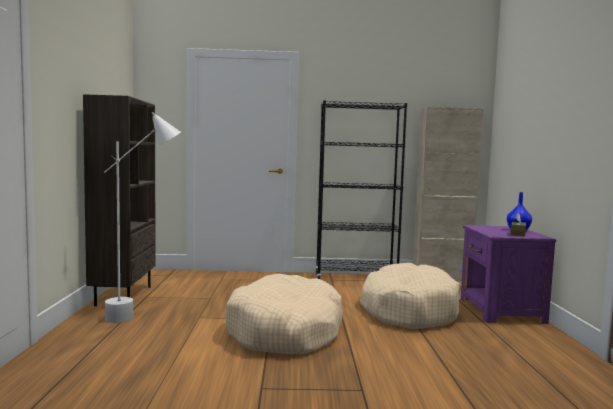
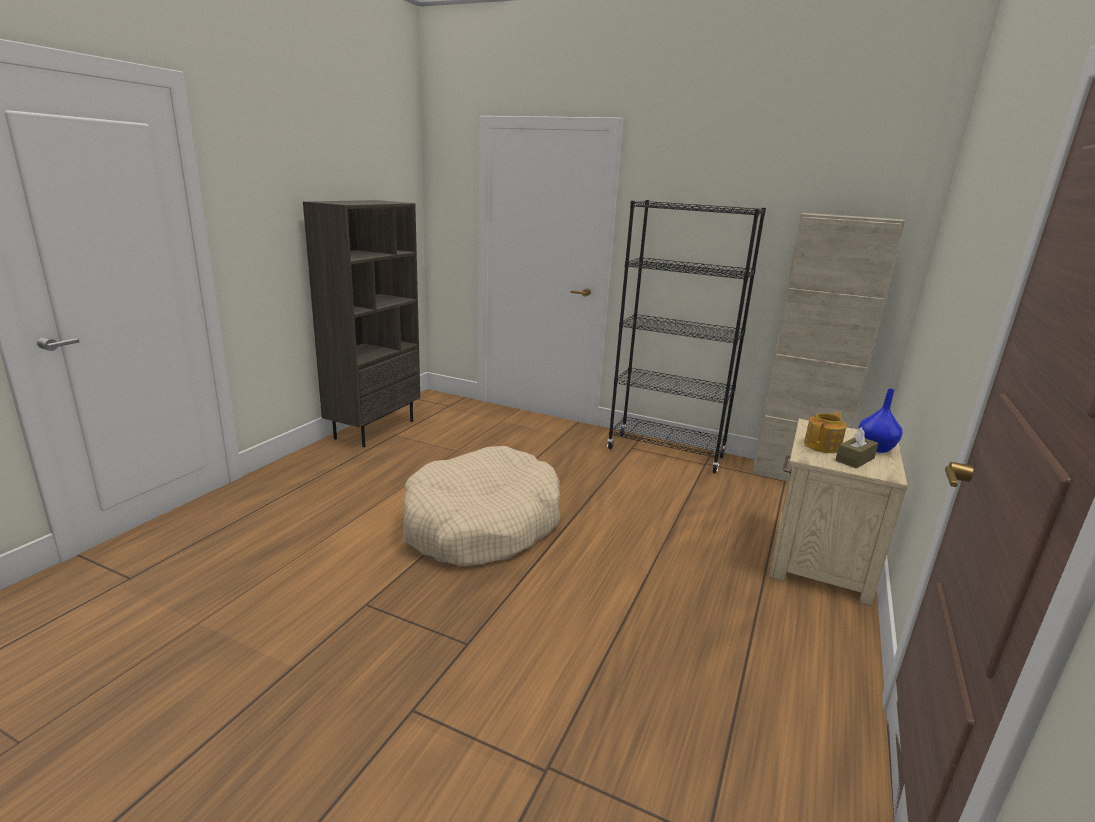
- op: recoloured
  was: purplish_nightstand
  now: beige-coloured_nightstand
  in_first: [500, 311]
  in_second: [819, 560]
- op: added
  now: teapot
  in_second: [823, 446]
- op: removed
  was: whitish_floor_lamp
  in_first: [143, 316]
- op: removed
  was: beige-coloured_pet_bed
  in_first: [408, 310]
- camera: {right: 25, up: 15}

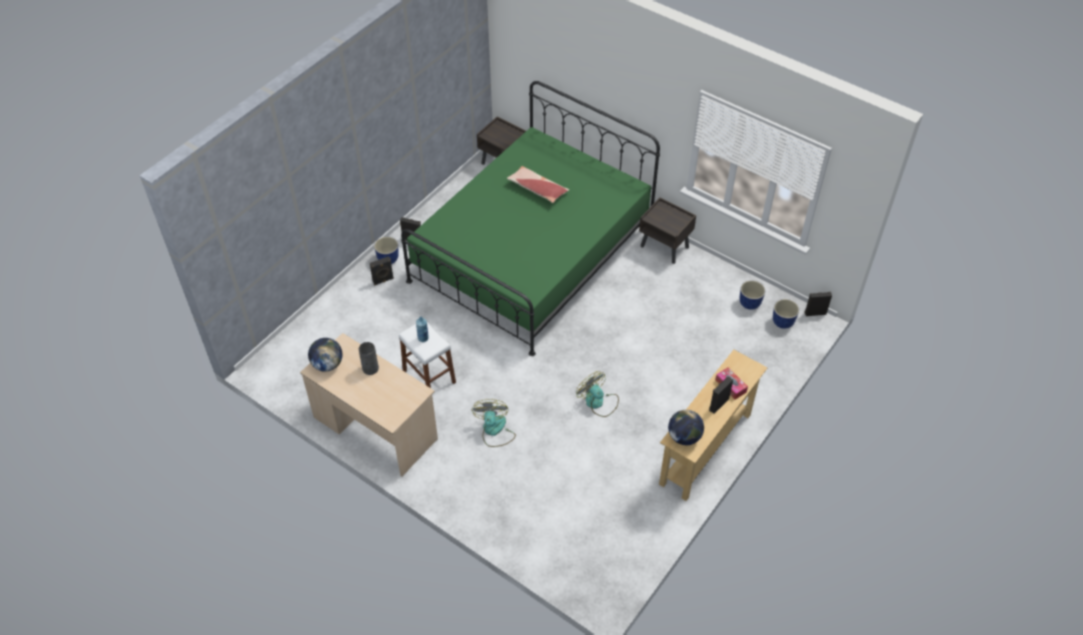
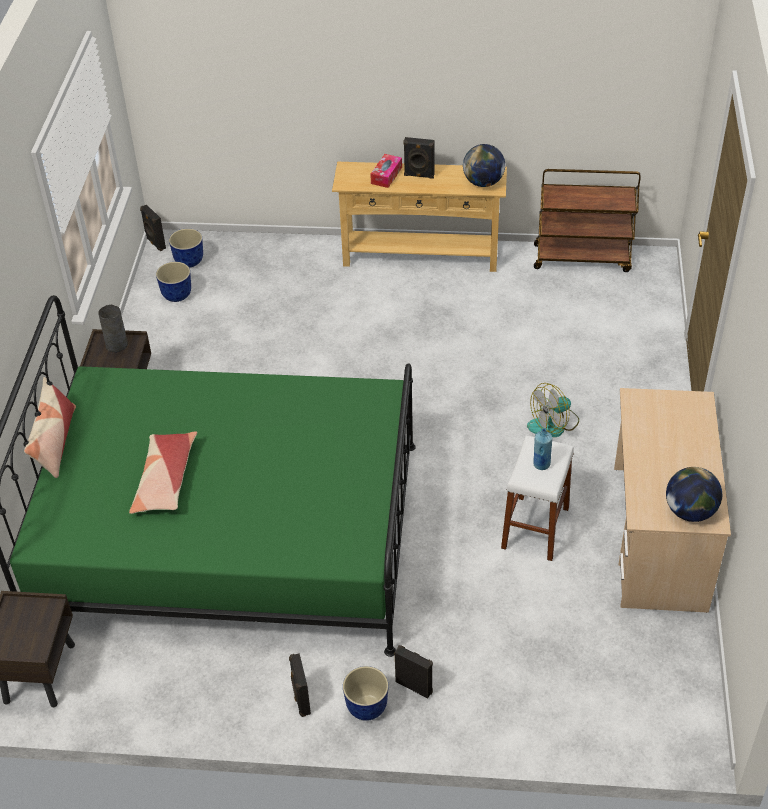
- op: added
  now: throw_pillow
  in_second: [55, 442]
- op: moved
  was: greyish_flower_vase
  in_first: [370, 368]
  in_second: [117, 345]
- op: added
  now: brown_wheeled_cart
  in_second: [582, 258]
- op: removed
  was: electric_fan
  in_first: [598, 402]
- camera: {right: -120, up: -5}

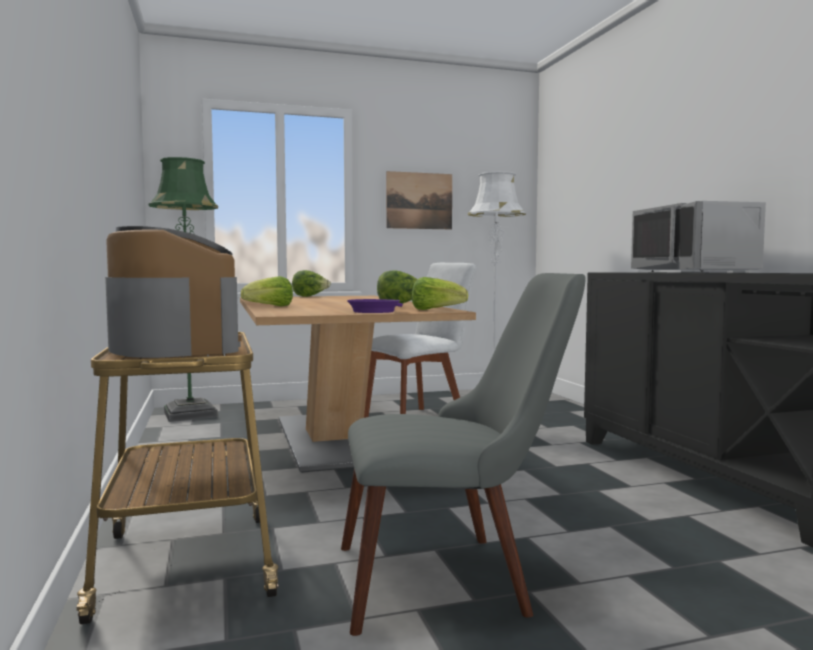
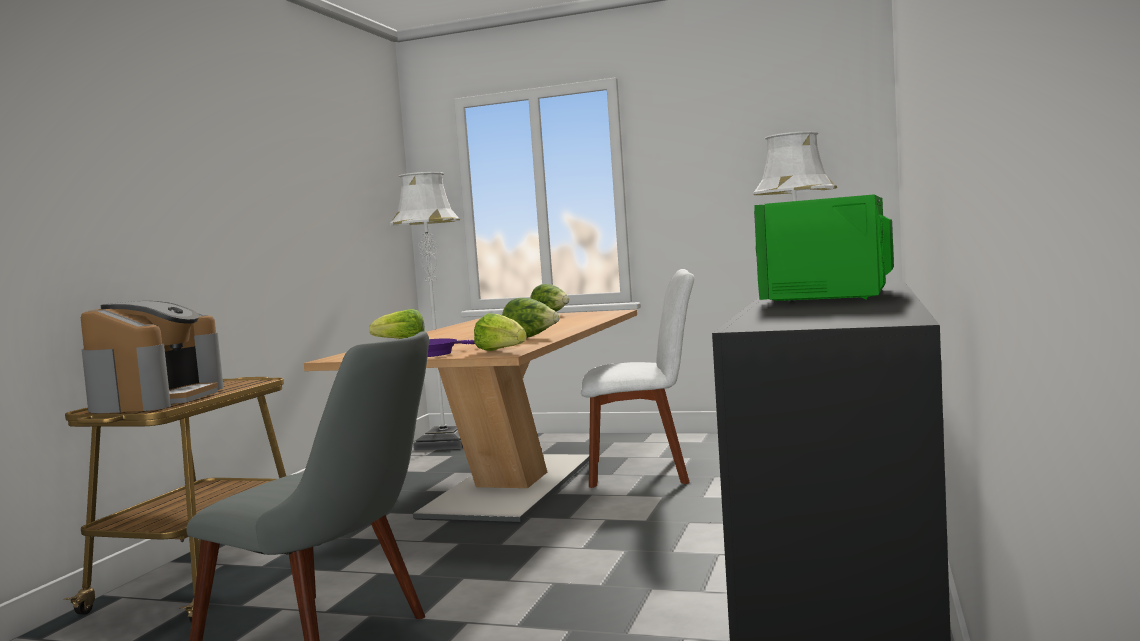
- op: recoloured
  was: green-coloured_floor_lamp
  now: whitish_floor_lamp
  in_first: [190, 414]
  in_second: [444, 443]
- op: recoloured
  was: greyish_microwave
  now: green-coloured_microwave
  in_first: [694, 272]
  in_second: [830, 296]
- op: removed
  was: picture
  in_first: [419, 201]
- camera: {right: 35, up: 0}

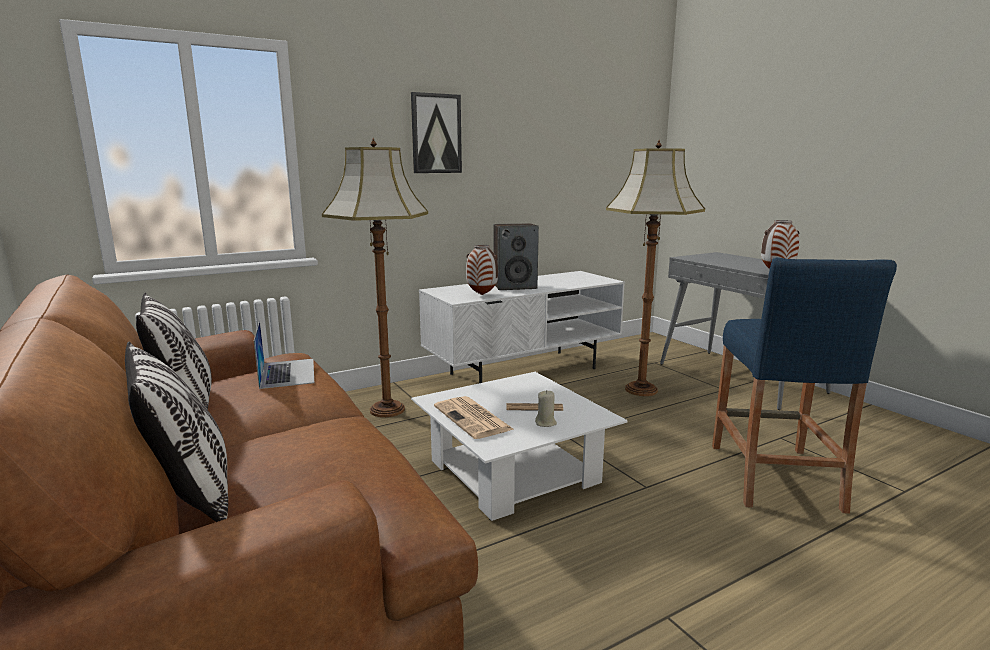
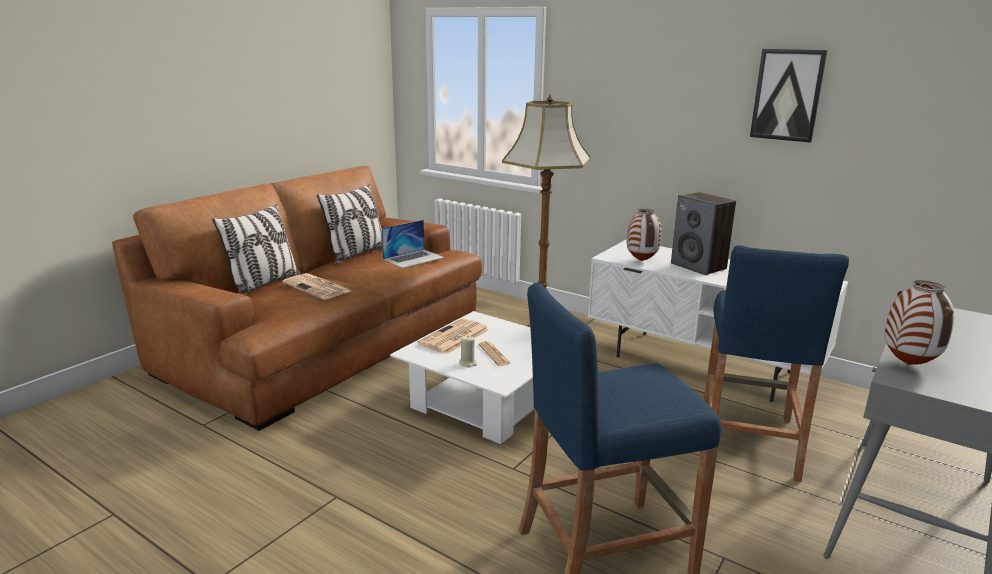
- op: added
  now: printed_paper
  in_second: [318, 287]
- op: replaced
  was: floor_lamp
  now: bluish_sitting_stool
  in_first: [642, 390]
  in_second: [747, 441]
- op: moved
  was: picture
  in_first: [436, 134]
  in_second: [787, 95]
- camera: {right: 65, up: 5}

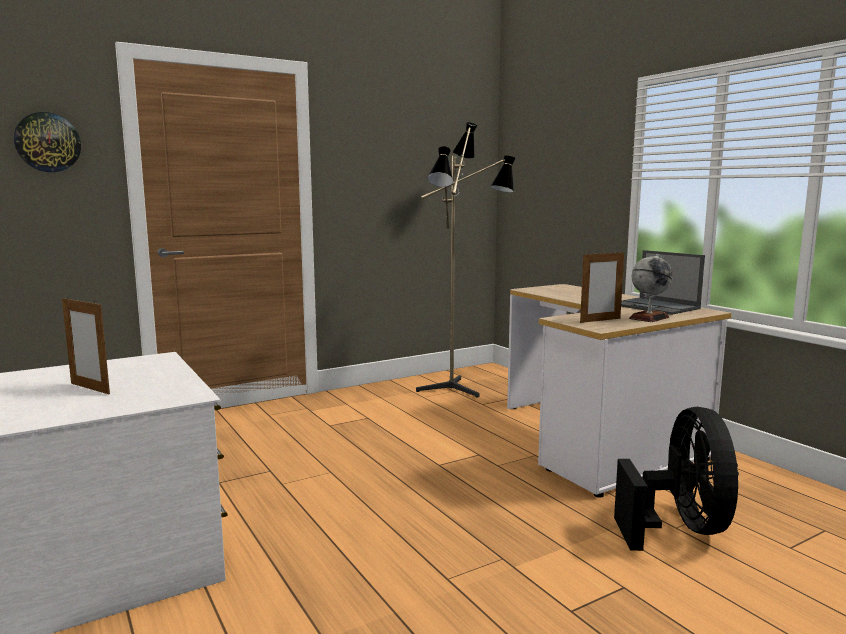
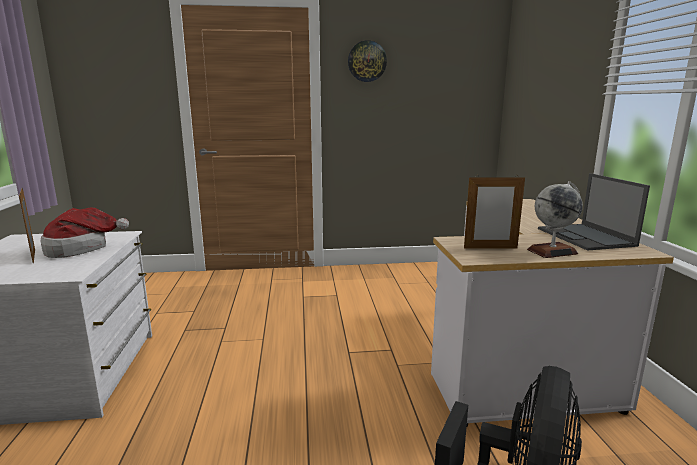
- op: added
  now: wearable_hat
  in_second: [81, 248]
- op: moved
  was: clock_on_the_wall
  in_first: [48, 142]
  in_second: [367, 61]
- op: removed
  was: floor_lamp
  in_first: [459, 389]
- camera: {right: 25, up: 5}

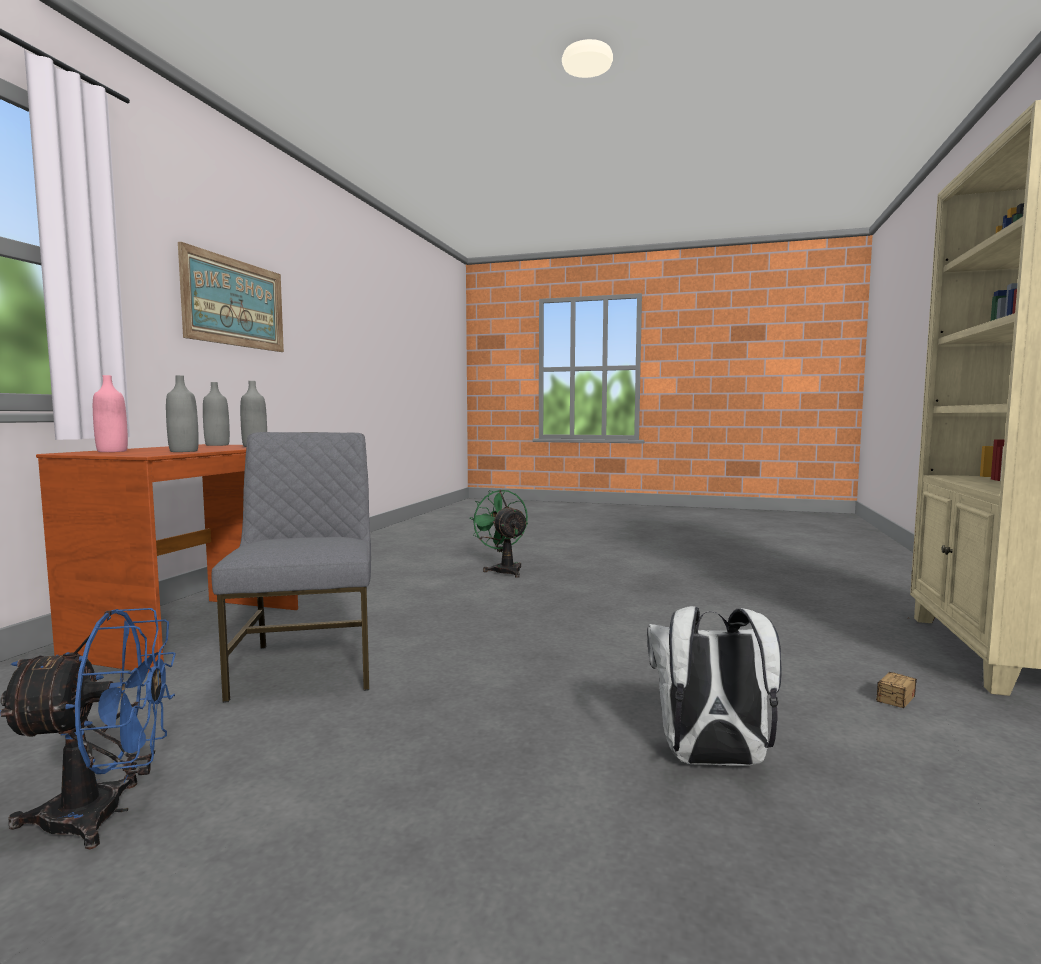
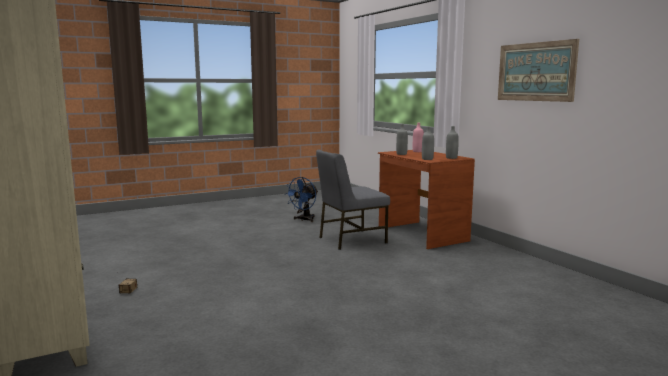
- op: turned
  was: greyish_upright_chair
  in_first: [308, 665]
  in_second: [351, 240]
  clockwise: 120
- op: removed
  was: green-coloured_electric_fan
  in_first: [503, 570]
- op: removed
  was: whitish_rucksack
  in_first: [711, 761]
- camera: {right: 135, up: 5}

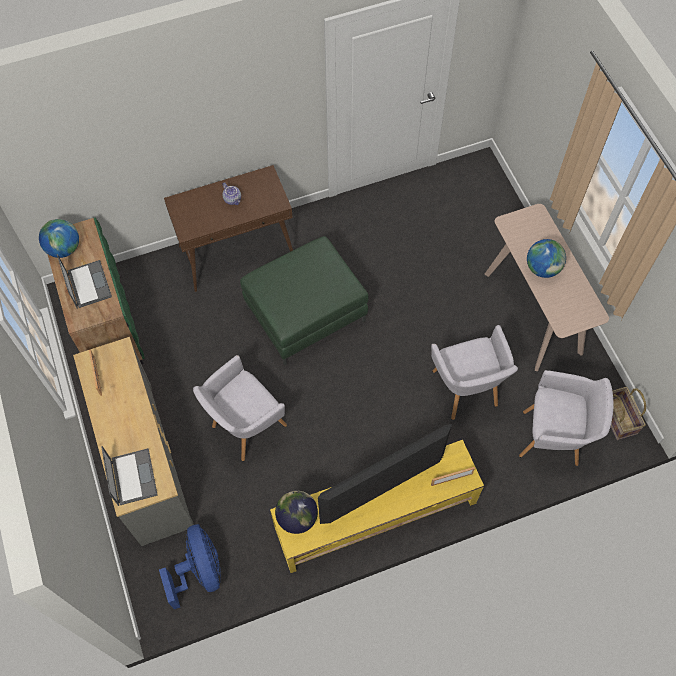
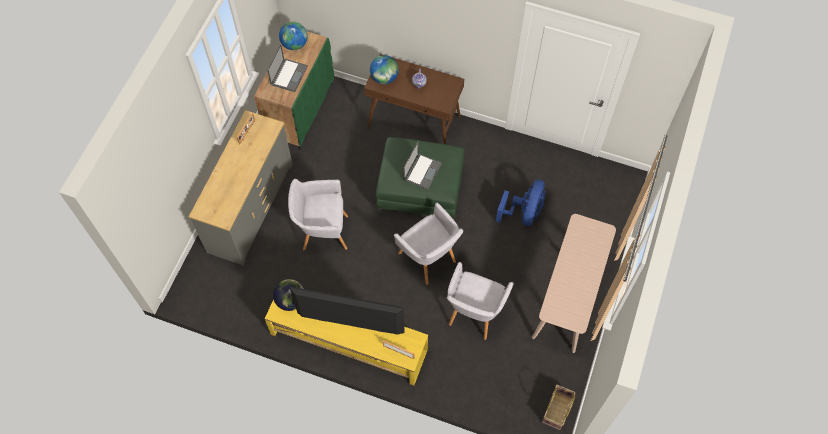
- op: moved
  was: globe
  in_first: [542, 268]
  in_second: [384, 78]
- op: moved
  was: greyish_easy_chair
  in_first: [554, 439]
  in_second: [428, 260]
- op: moved
  was: portable_computer
  in_first: [133, 476]
  in_second: [422, 171]
- op: moved
  was: bluish_electric_fan
  in_first: [200, 571]
  in_second: [524, 213]
- camera: {right: 40, up: 0}

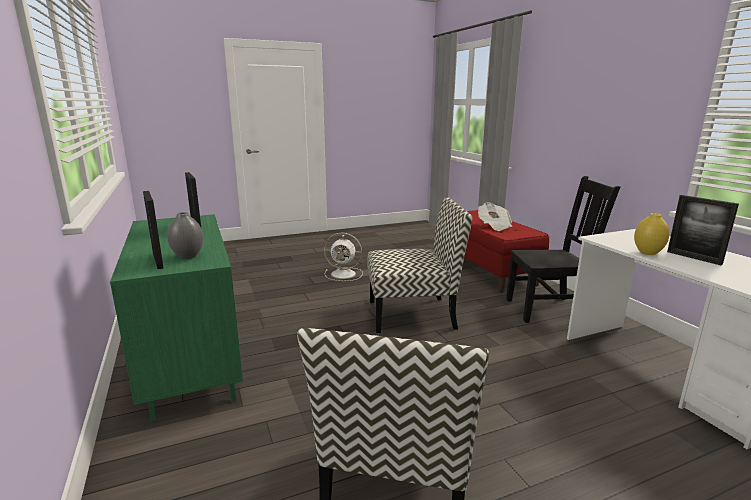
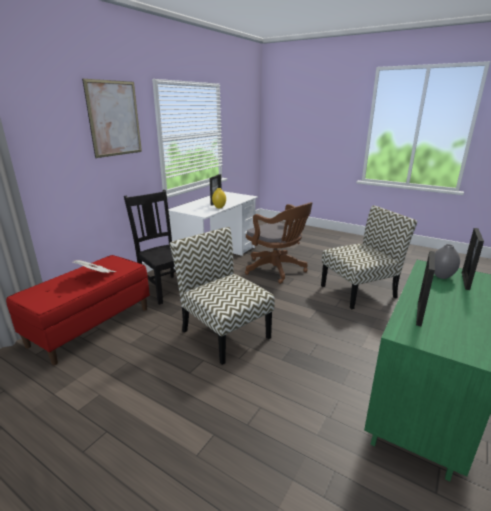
- op: added
  now: picture
  in_second: [114, 118]
- op: added
  now: brown_computer_chair
  in_second: [277, 270]
- op: removed
  was: whitish_electric_fan
  in_first: [344, 274]
- camera: {right: -125, up: 5}

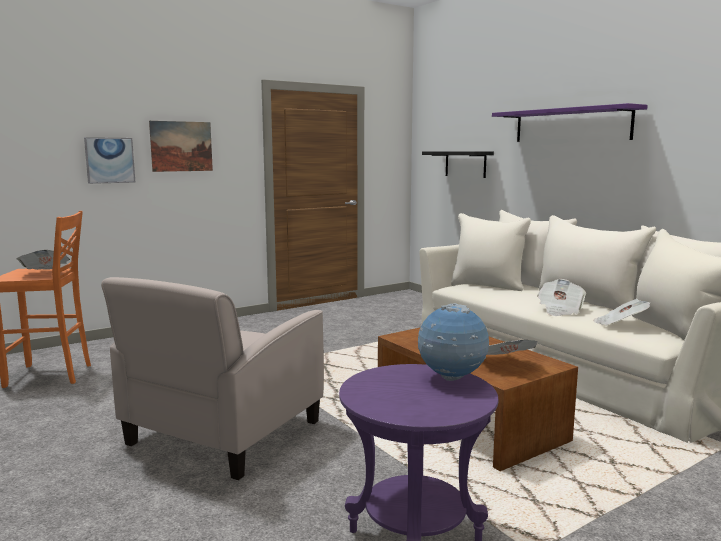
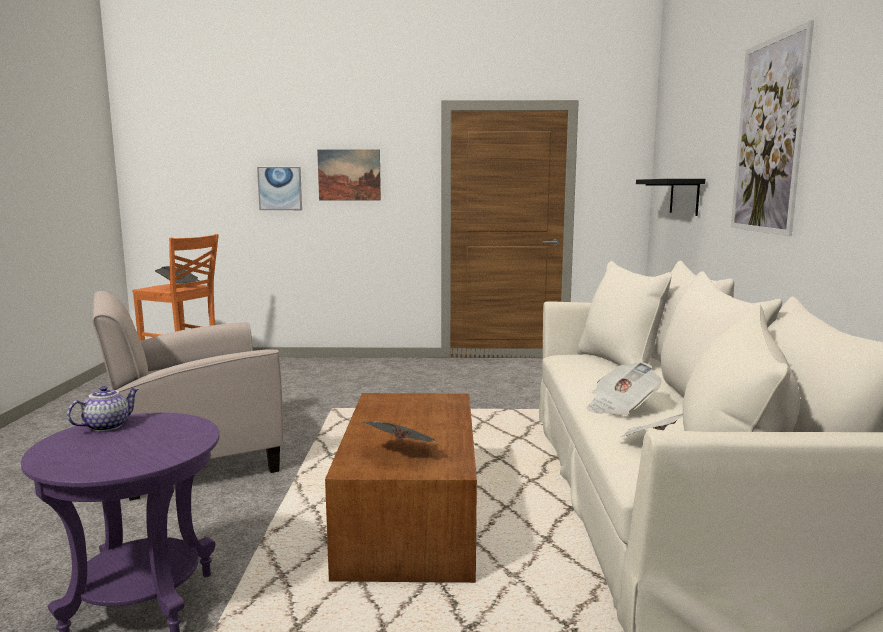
- op: added
  now: teapot
  in_second: [106, 426]
- op: replaced
  was: purplish_shelf
  now: picture
  in_first: [571, 125]
  in_second: [768, 136]
- op: removed
  was: globe
  in_first: [451, 378]
- camera: {right: 35, up: 0}

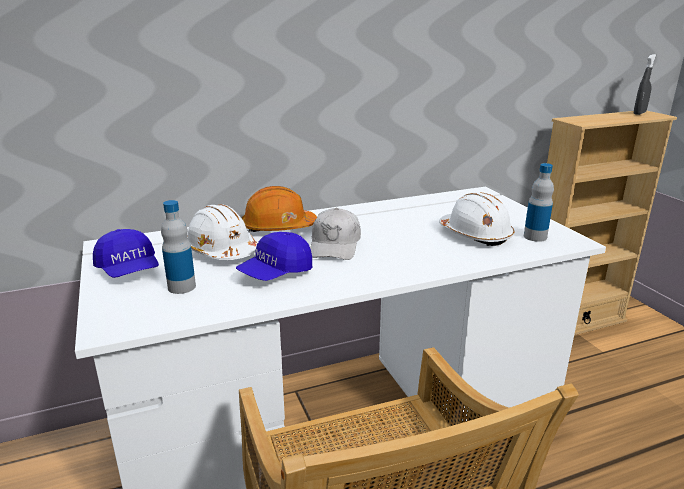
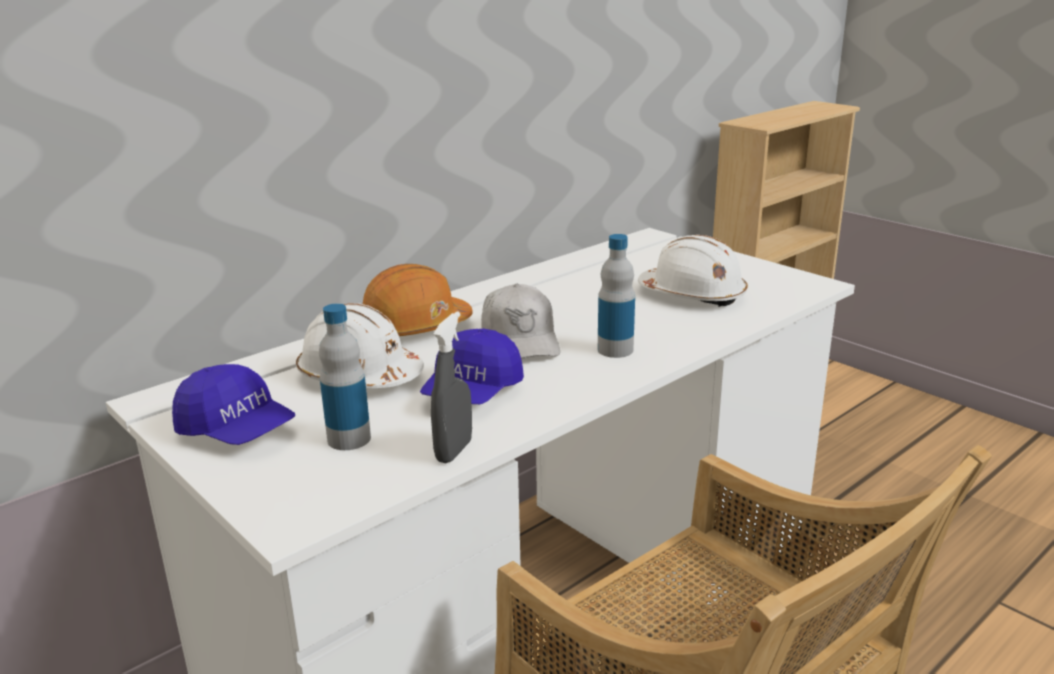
- op: moved
  was: greyish_sprayer
  in_first: [639, 113]
  in_second: [454, 451]
- op: moved
  was: drink_bottle
  in_first: [535, 237]
  in_second: [615, 350]
- camera: {right: -20, up: 0}

